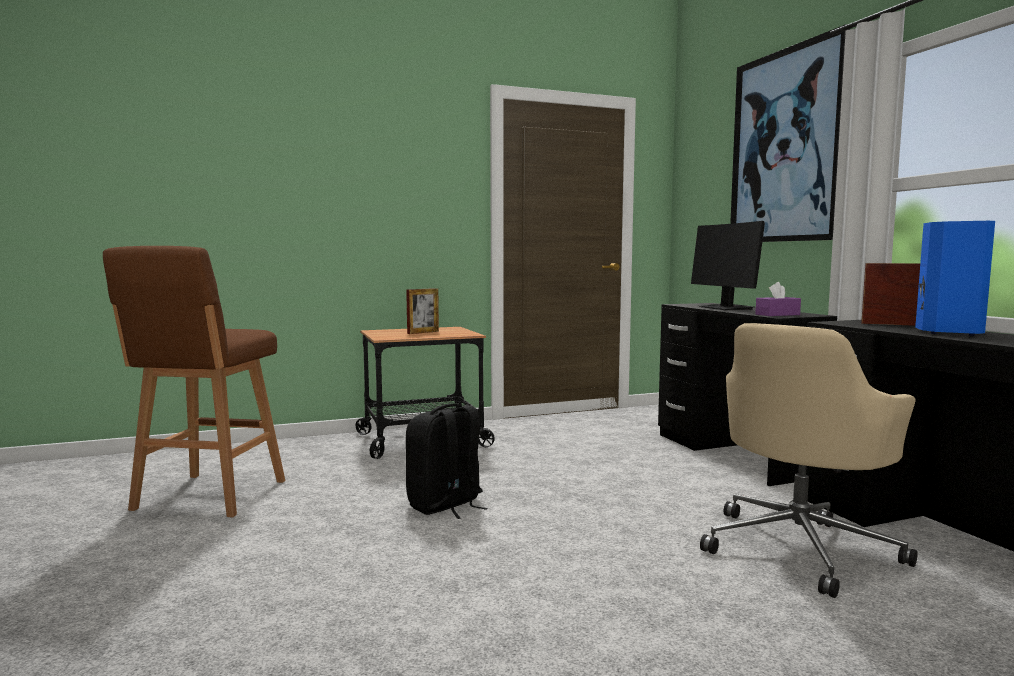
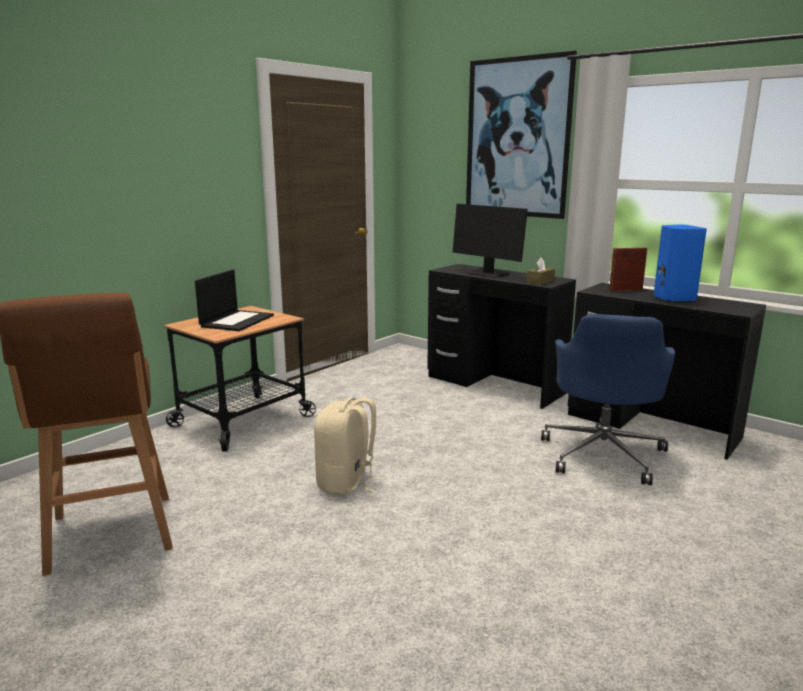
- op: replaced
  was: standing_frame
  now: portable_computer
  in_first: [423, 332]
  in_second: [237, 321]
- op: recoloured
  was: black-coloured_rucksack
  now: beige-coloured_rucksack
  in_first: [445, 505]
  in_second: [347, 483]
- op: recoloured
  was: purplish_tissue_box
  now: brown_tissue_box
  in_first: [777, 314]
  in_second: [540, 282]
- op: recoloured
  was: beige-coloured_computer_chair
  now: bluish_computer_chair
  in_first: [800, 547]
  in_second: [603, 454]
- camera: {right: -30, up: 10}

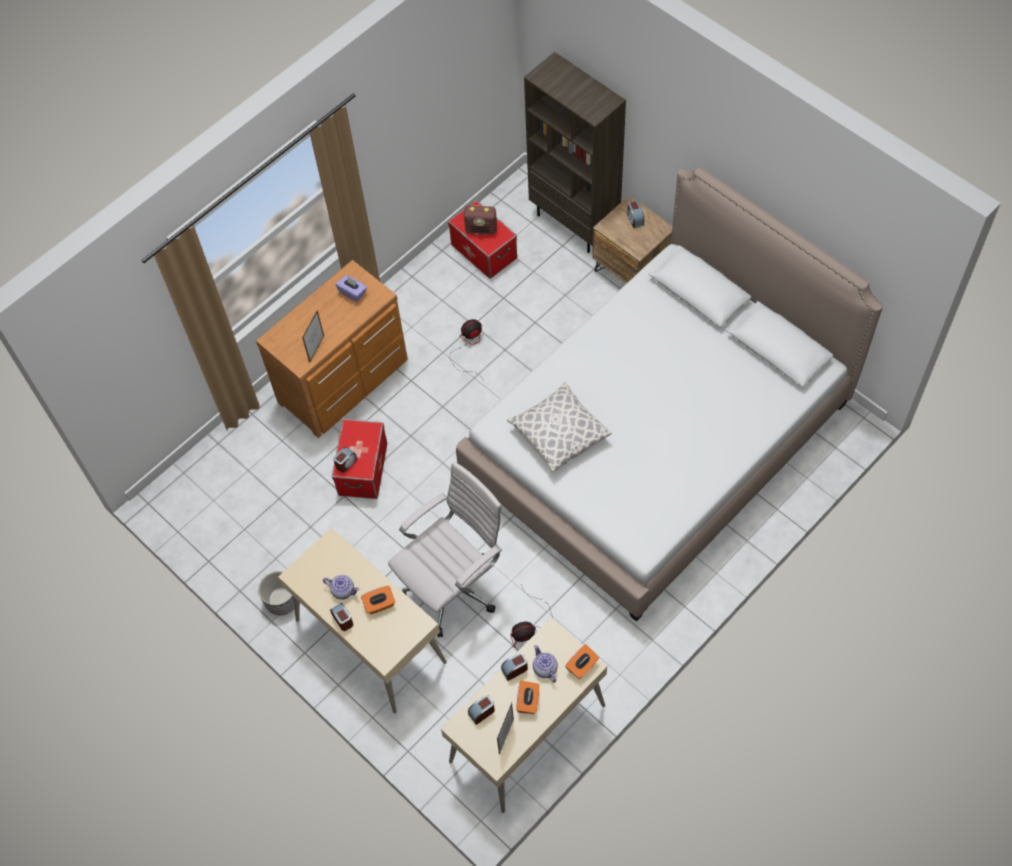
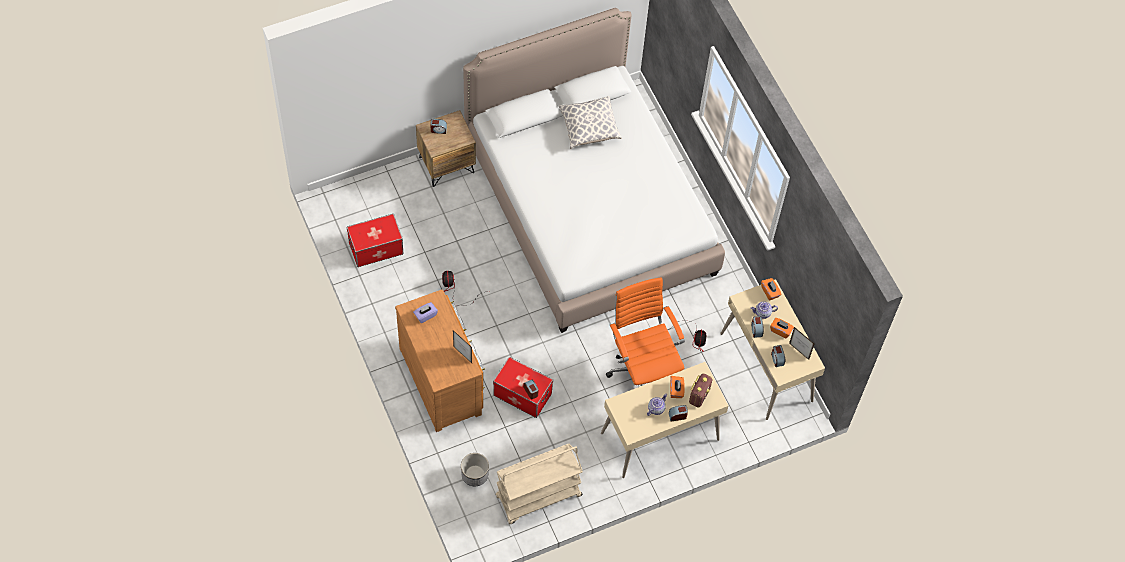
- op: moved
  was: flower_pot
  in_first: [282, 600]
  in_second: [474, 475]
- op: added
  now: beige-coloured_wheeled_cart
  in_second: [538, 497]
- op: moved
  was: throw_pillow
  in_first: [559, 434]
  in_second: [589, 128]
- op: recoloured
  was: whitish_computer_chair
  now: orangey_computer_chair
  in_first: [453, 586]
  in_second: [642, 371]
- op: moved
  was: radio_receiver
  in_first: [481, 229]
  in_second: [699, 395]
- op: removed
  was: brown_bookcase
  in_first: [575, 223]
- camera: {right: -75, up: 0}

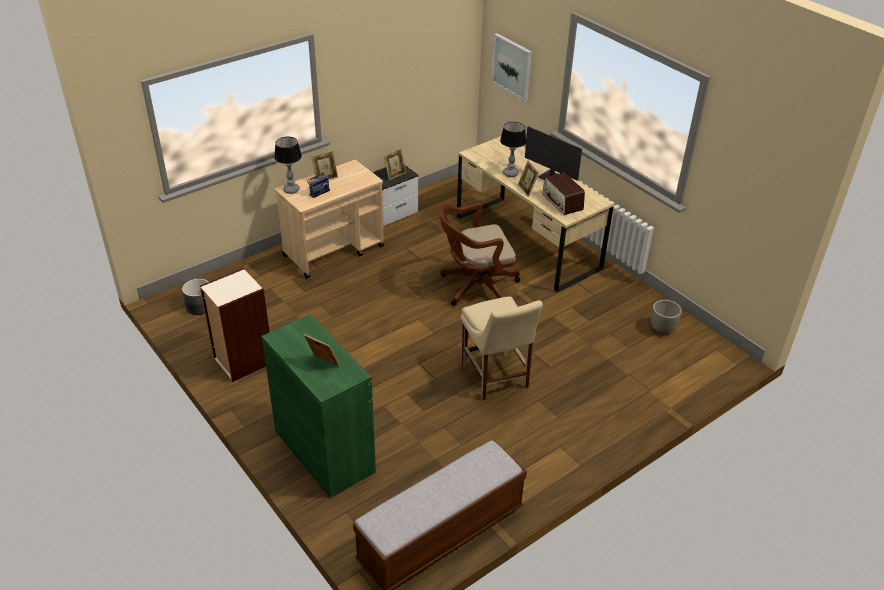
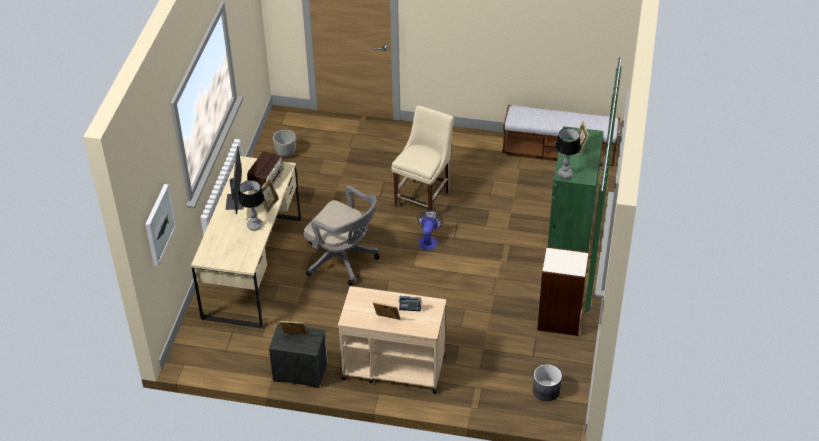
- op: recoloured
  was: brown_computer_chair
  now: greyish_computer_chair
  in_first: [475, 287]
  in_second: [343, 260]
- op: added
  now: electric_fan
  in_second: [428, 240]
- op: moved
  was: table_lamp
  in_first: [291, 190]
  in_second: [565, 174]
- camera: {right: -130, up: 5}

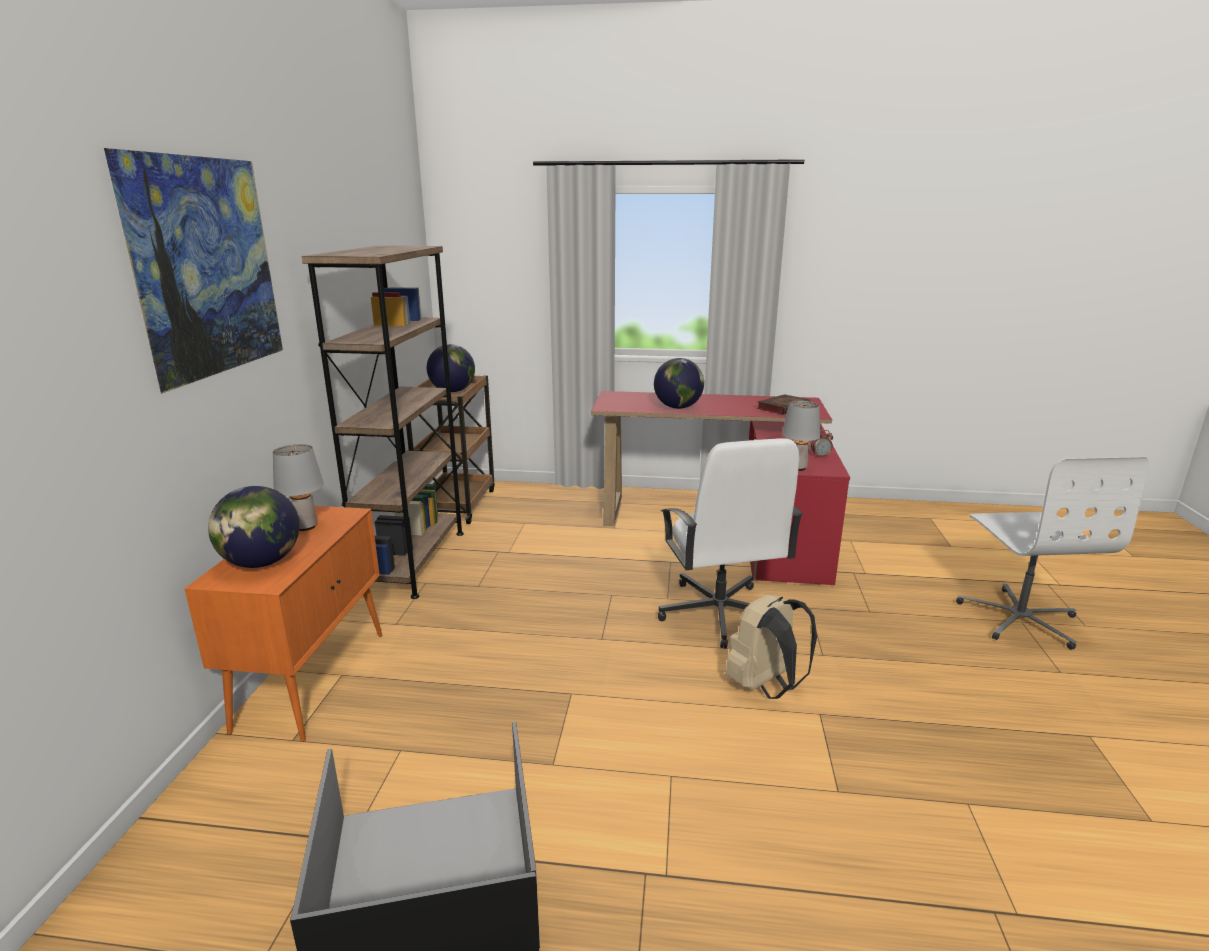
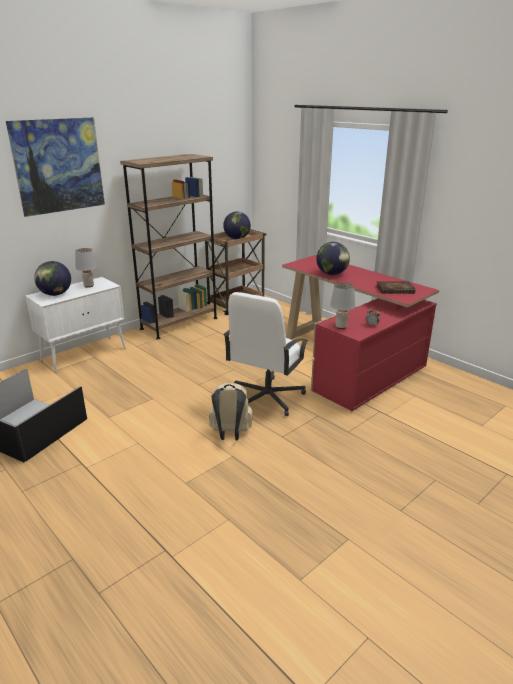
- op: recoloured
  was: orangey_cupboard
  now: whitish_cupboard
  in_first: [313, 679]
  in_second: [85, 354]
- op: removed
  was: whitish_computer_chair
  in_first: [1019, 618]
- camera: {right: 40, up: 5}

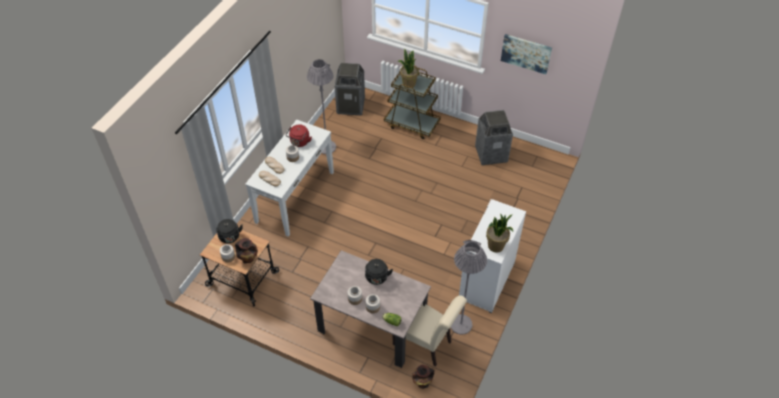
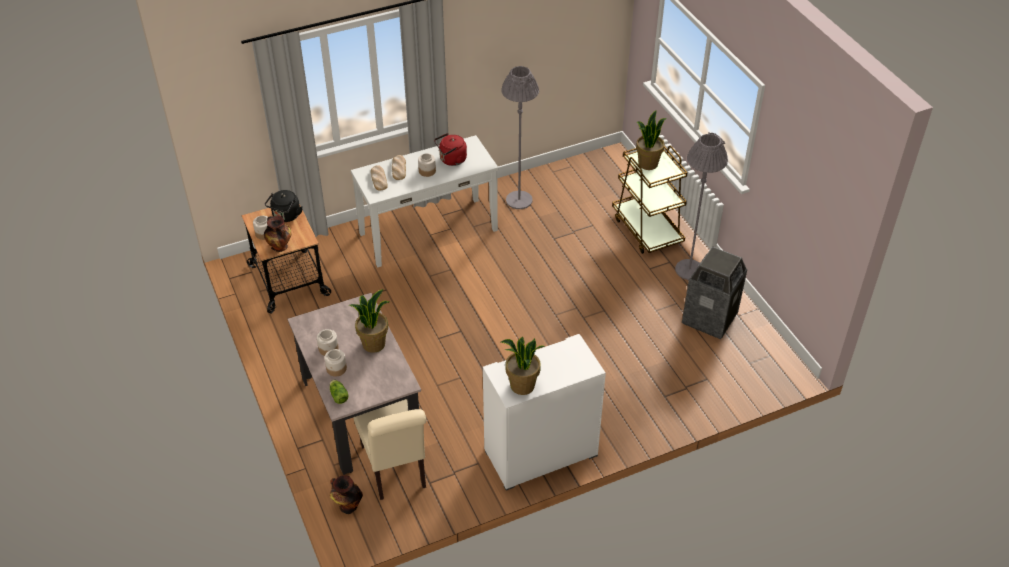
- op: replaced
  was: black-coloured_tea_kettle
  now: plant_in_a_pot
  in_first: [376, 278]
  in_second: [374, 343]
- op: moved
  was: greyish_floor_lamp
  in_first: [461, 324]
  in_second: [689, 270]
- op: removed
  was: trash_can
  in_first: [351, 106]
- op: removed
  was: picture
  in_first: [526, 53]
- camera: {right: 40, up: -5}

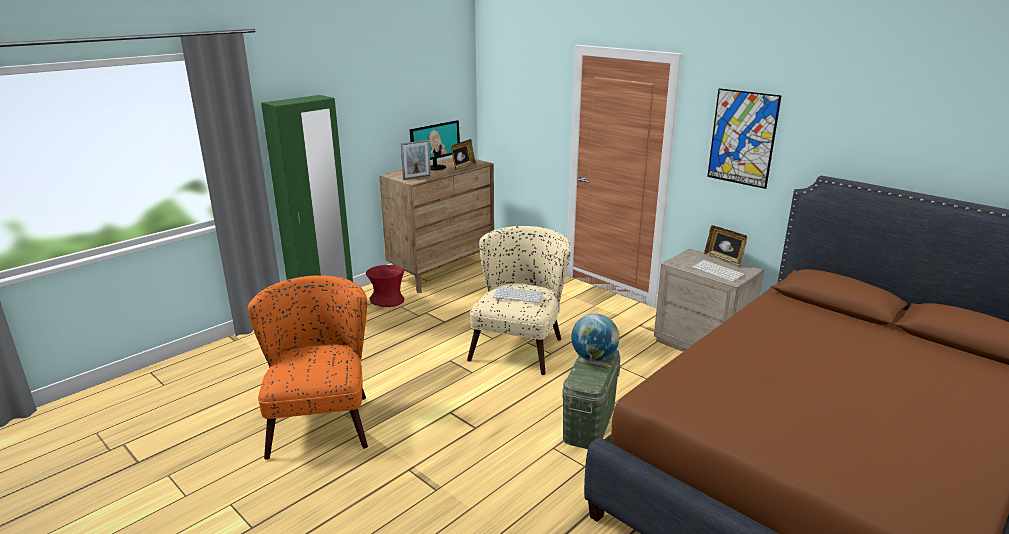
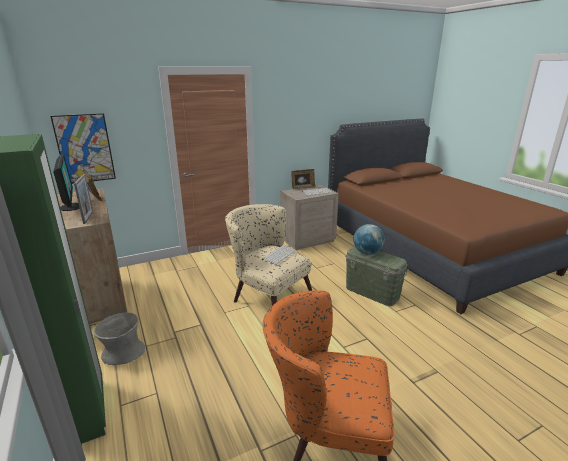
- op: moved
  was: picture
  in_first: [742, 138]
  in_second: [85, 149]
- op: recoloured
  was: red_flower_vase
  now: greyish_flower_vase
  in_first: [387, 301]
  in_second: [123, 353]
- camera: {right: -70, up: 0}

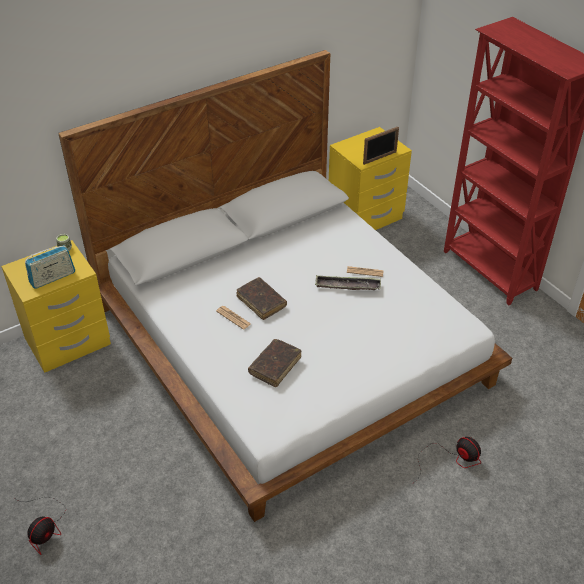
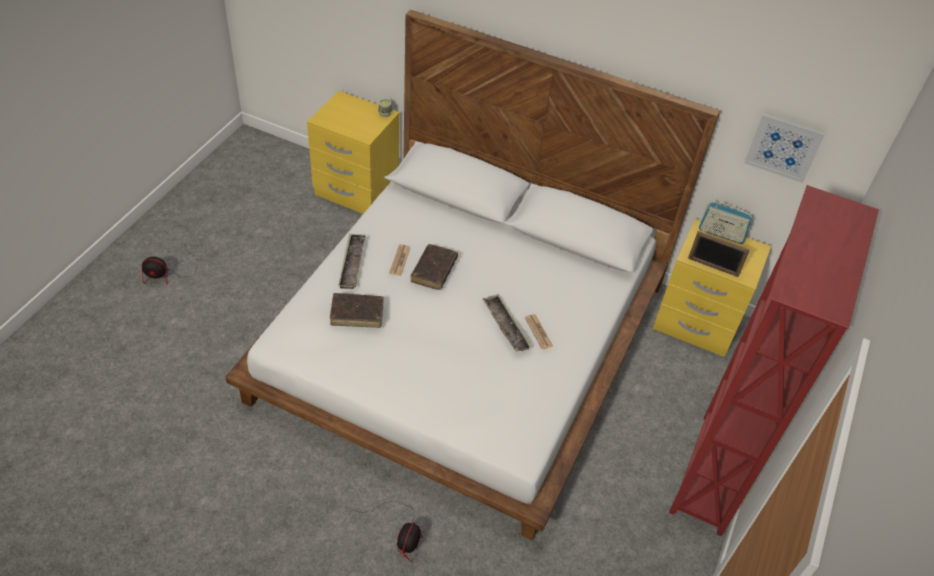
- op: added
  now: carrying_tray
  in_second: [352, 264]
- op: moved
  was: radio_receiver
  in_first: [53, 278]
  in_second: [721, 234]
- op: added
  now: picture
  in_second: [783, 147]
- camera: {right: 55, up: 5}

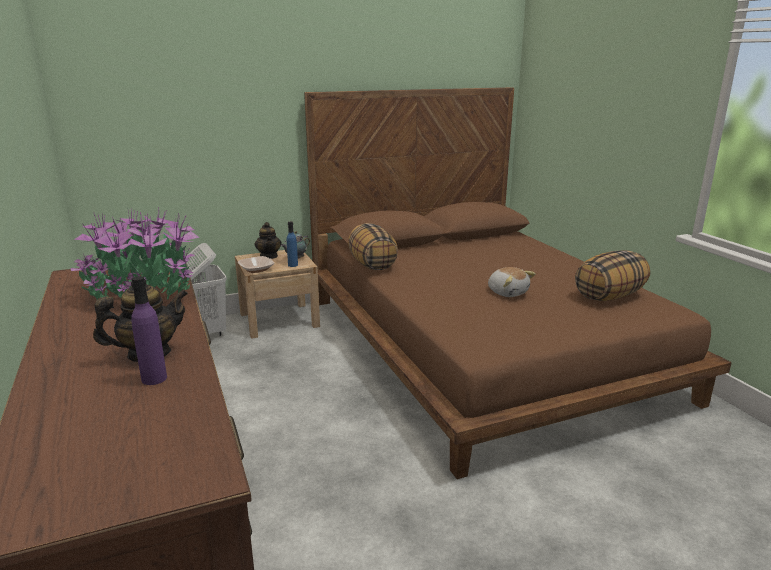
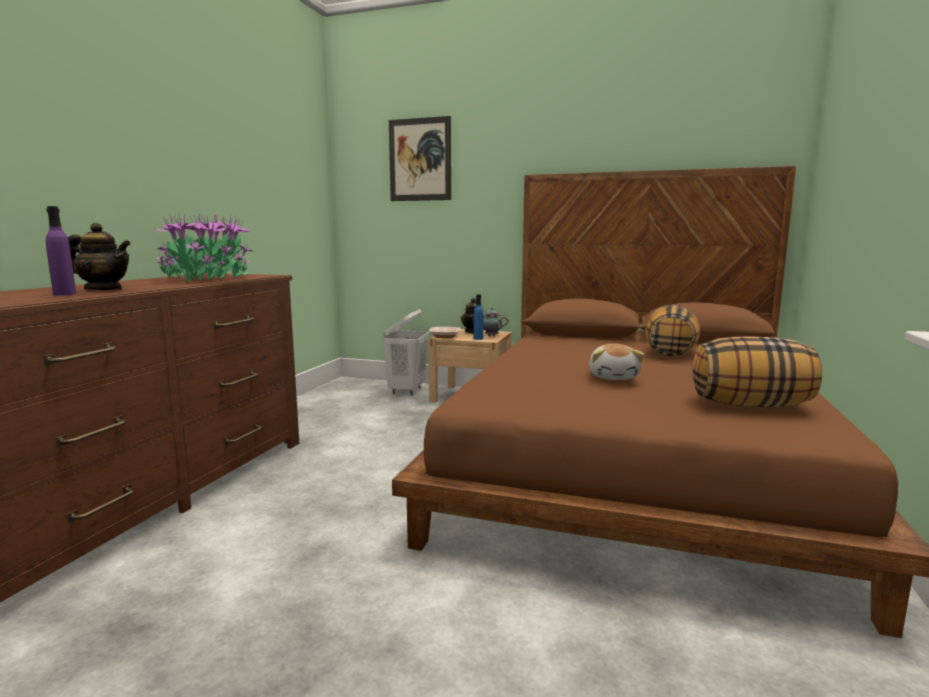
- op: added
  now: picture
  in_second: [420, 160]
- op: moved
  was: throw_pillow
  in_first: [372, 265]
  in_second: [670, 353]
- camera: {right: 40, up: -10}

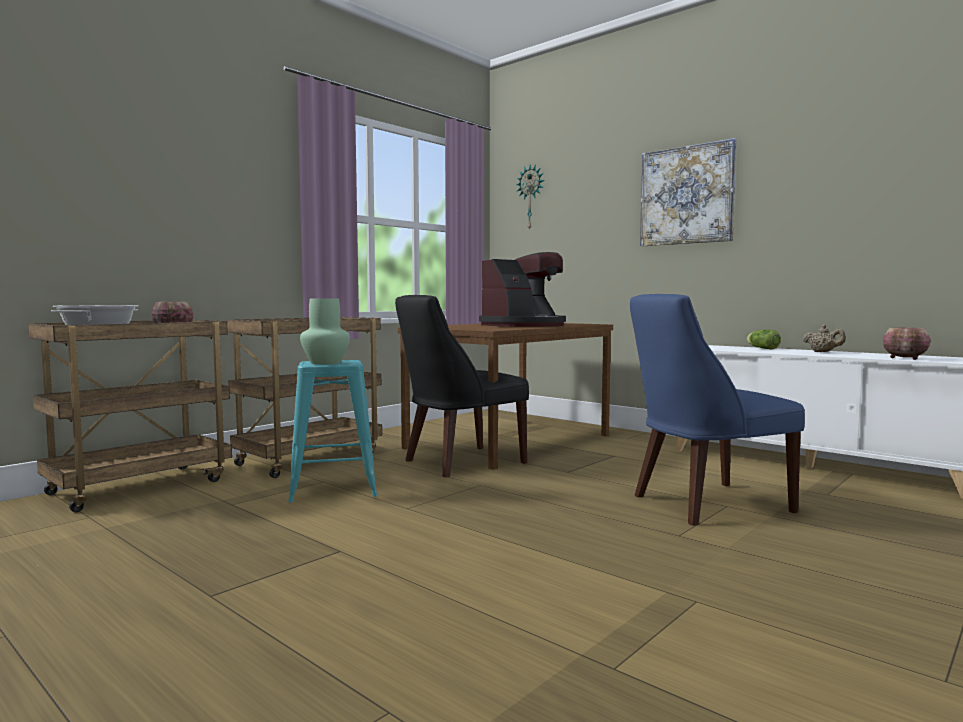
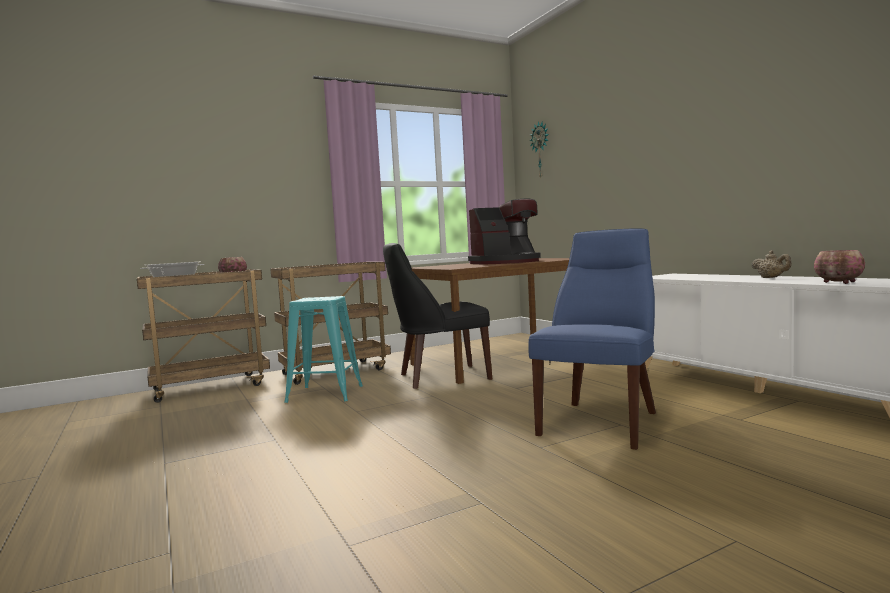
- op: turned
  was: bluish_upright_chair
  in_first: [705, 504]
  in_second: [601, 422]
  clockwise: 120
- op: removed
  was: green-coloured_flower_vase
  in_first: [326, 363]
- op: removed
  was: picture
  in_first: [687, 195]
- op: removed
  was: head_of_lettuce
  in_first: [762, 348]
- camera: {right: 20, up: 0}

